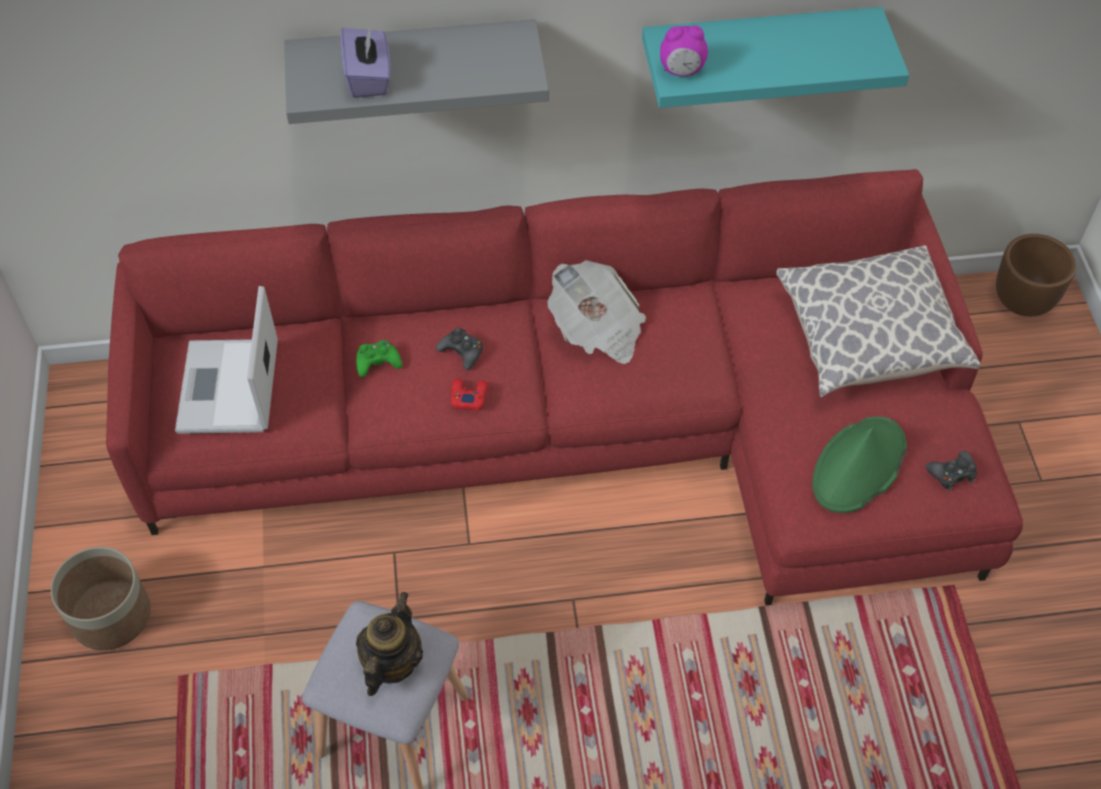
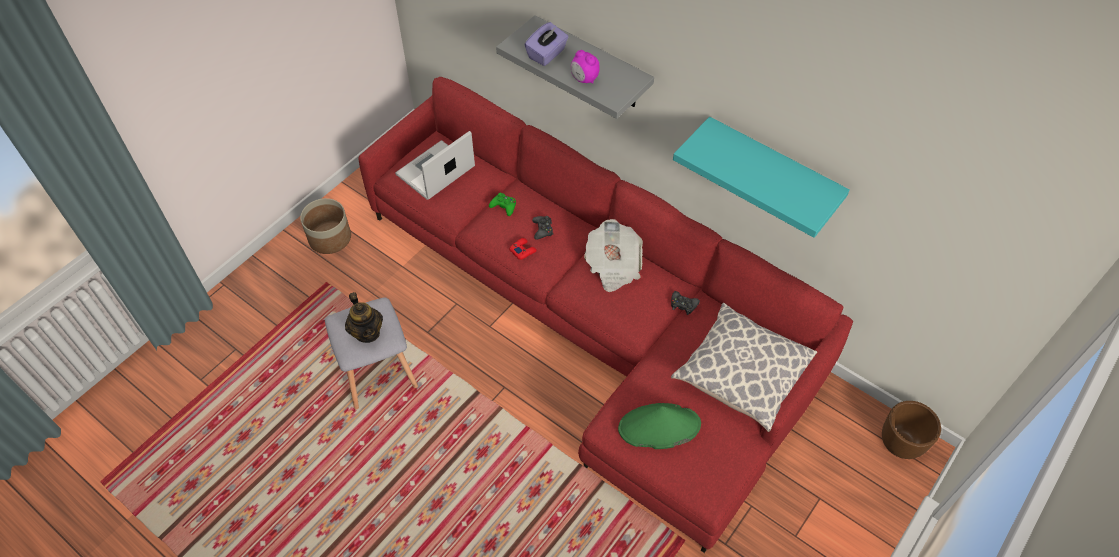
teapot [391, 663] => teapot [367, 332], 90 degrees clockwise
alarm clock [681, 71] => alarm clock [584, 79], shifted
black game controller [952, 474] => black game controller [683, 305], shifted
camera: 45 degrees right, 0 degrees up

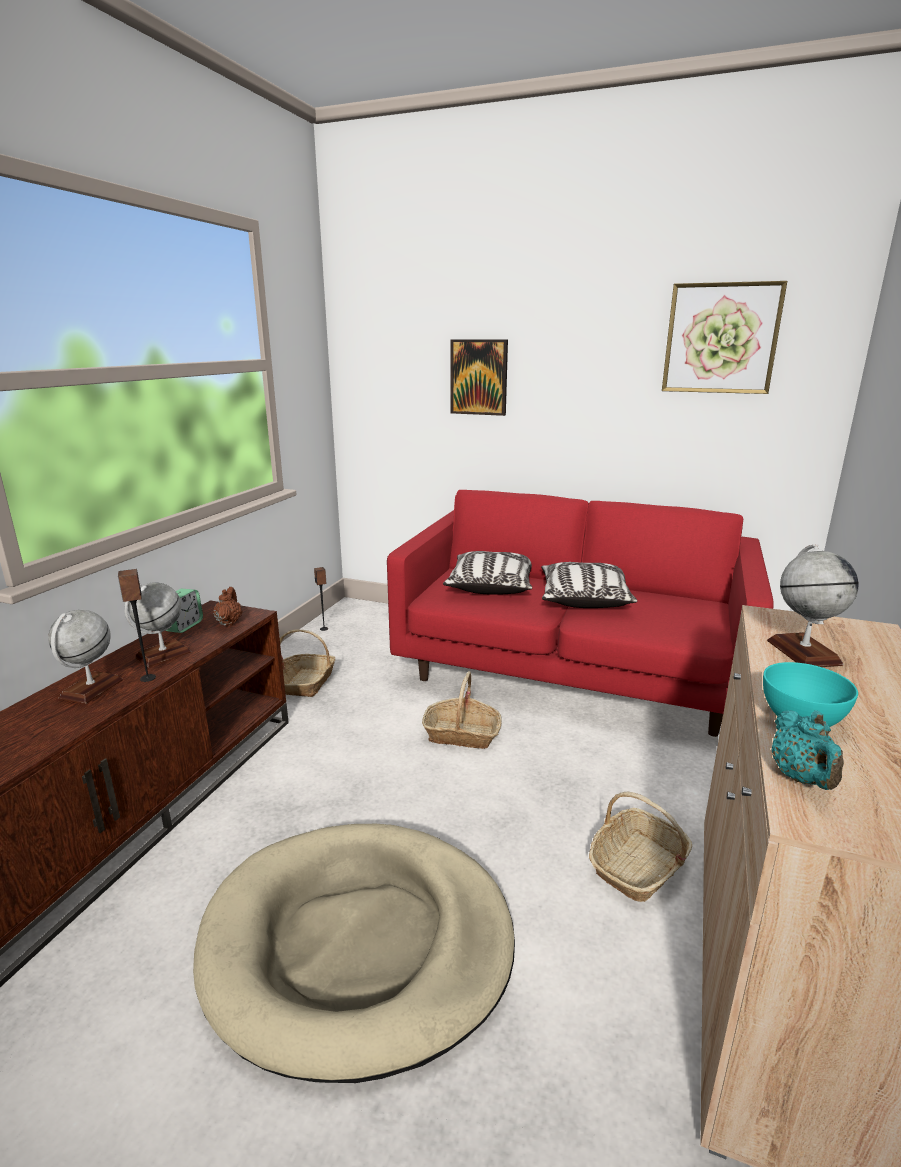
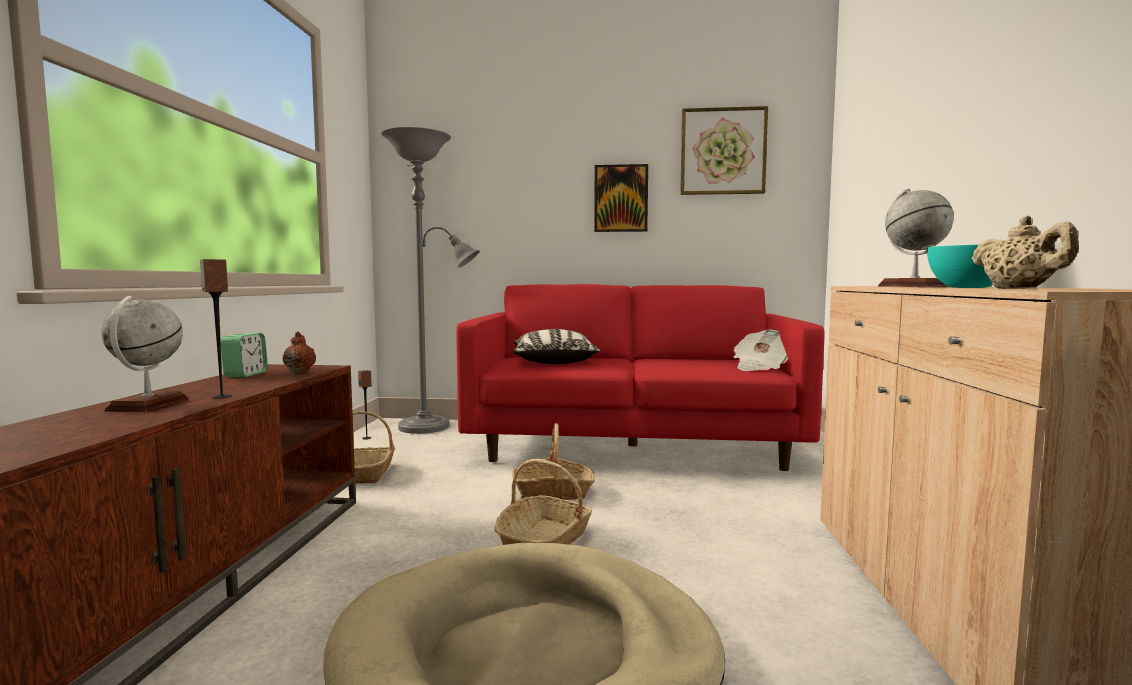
nothing => grey floor lamp [431, 427]
basket [638, 866] => basket [544, 540], shifted
picture [479, 377] => picture [621, 198], shifted
nothing => newspaper [761, 367]
turquoise teapot [801, 778] => beige teapot [1020, 289]
globe [163, 654] => nothing
pillow [583, 599] => nothing
camera: 15 degrees left, 15 degrees down

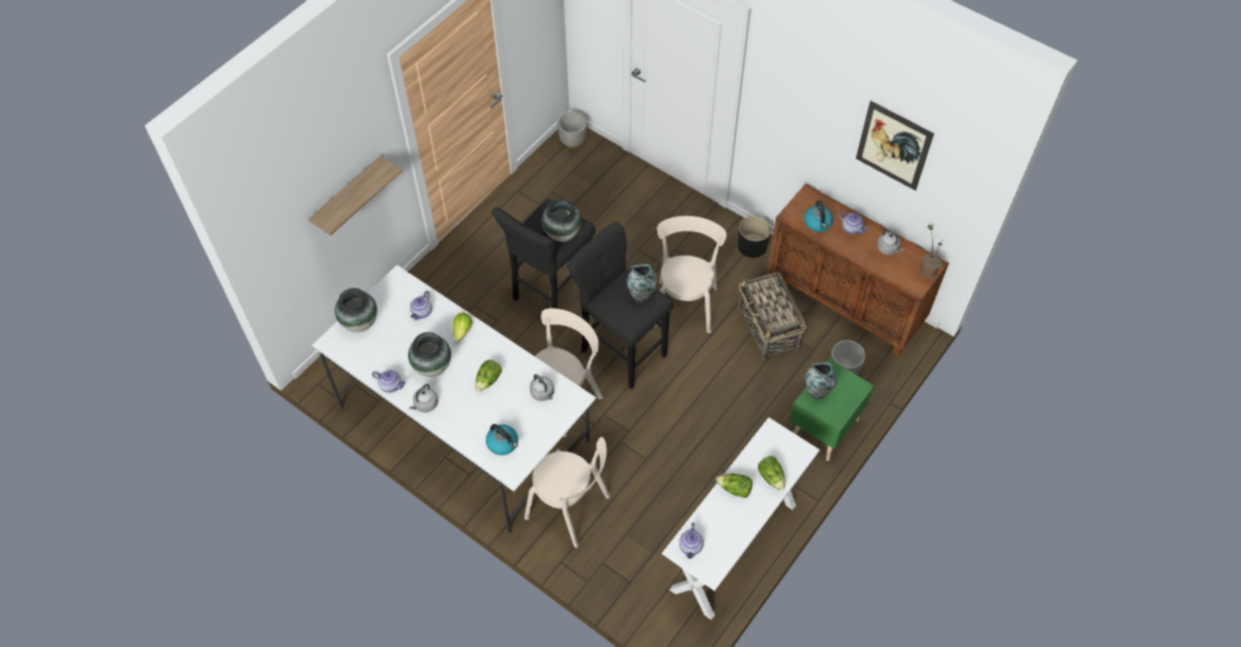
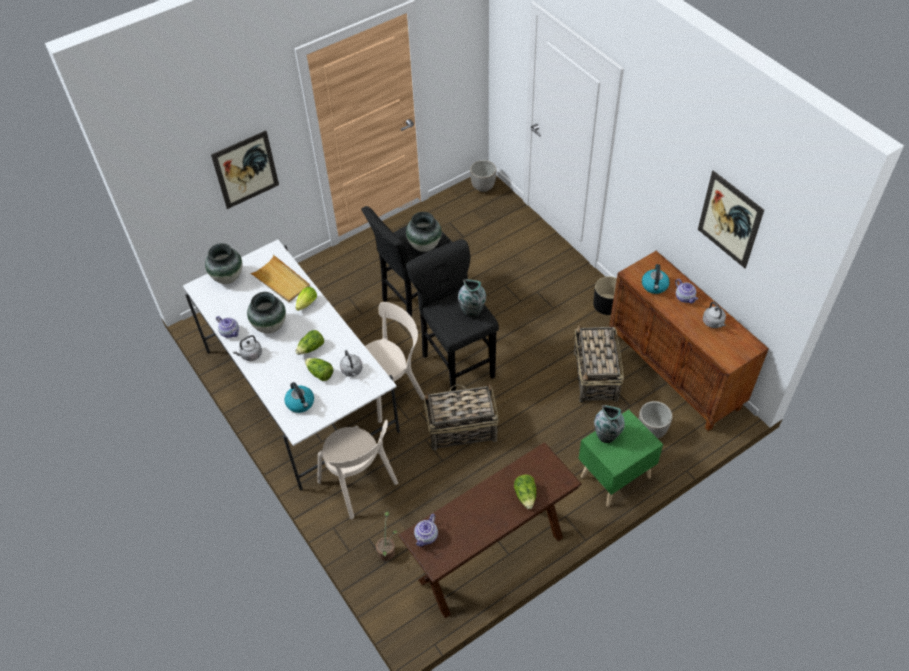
shelf [348, 197] => picture [245, 170]
teapot [422, 312] => beige tray [281, 281]
lettuce [735, 489] => lettuce [320, 373], shifted
potted plant [928, 268] => potted plant [387, 550], shifted
white console table [733, 547] => brown console table [490, 558]
nothing => basket [460, 429]
beige chair [685, 303] => nothing
camera: 20 degrees right, 5 degrees down

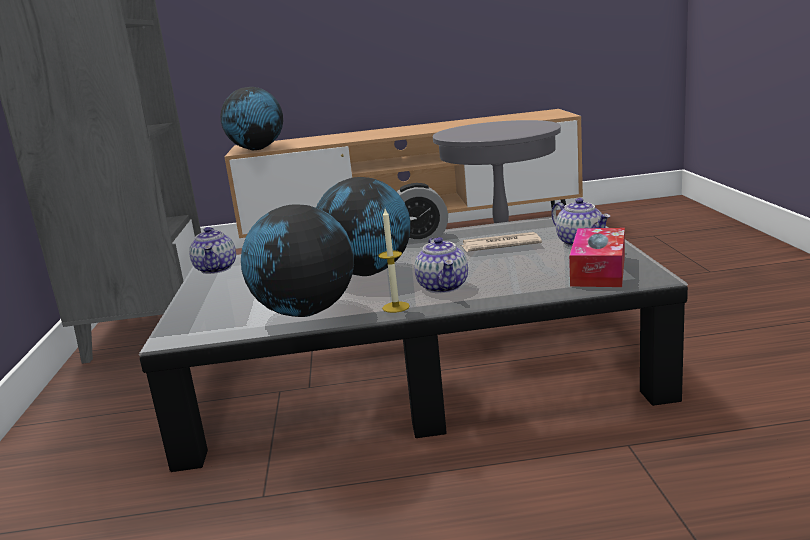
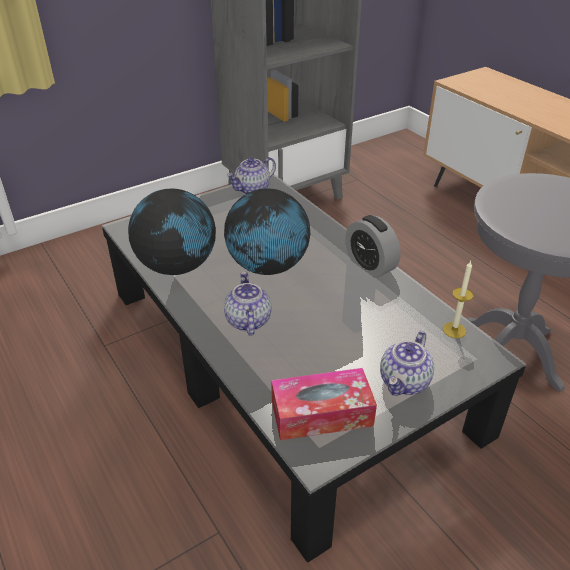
teapot [443, 287] => teapot [247, 320], 120 degrees clockwise
candle [396, 307] => candle [454, 330], shifted
globe [257, 149] => nothing
newspaper [499, 246] => nothing
camera: 60 degrees right, 20 degrees up

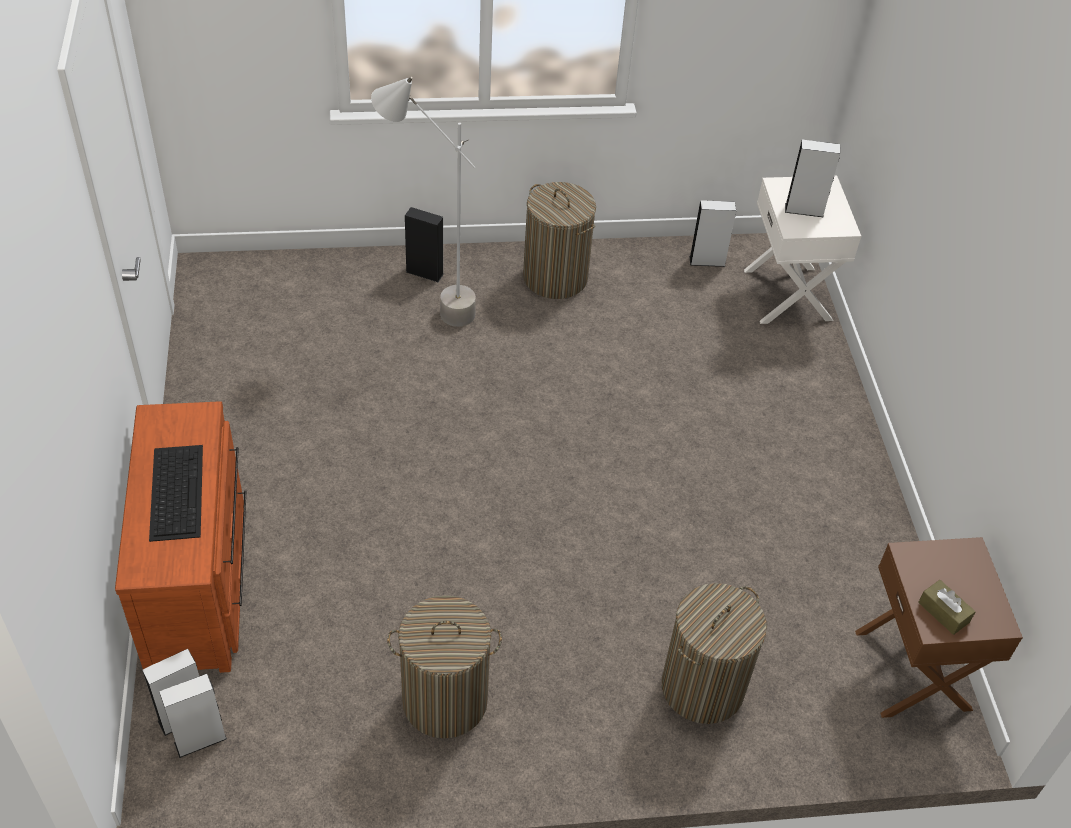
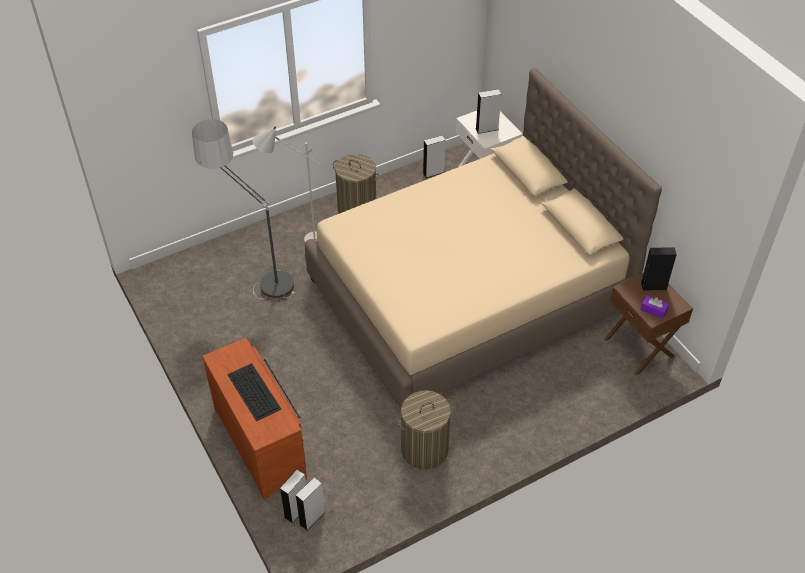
nothing => floor lamp [254, 276]
nothing => beige bed [469, 294]
brown tissue box [943, 612] => purple tissue box [653, 310]
black speaker [424, 272] => black speaker [653, 286], shifted
laundry basket [702, 687] => nothing
camera: 20 degrees left, 0 degrees up

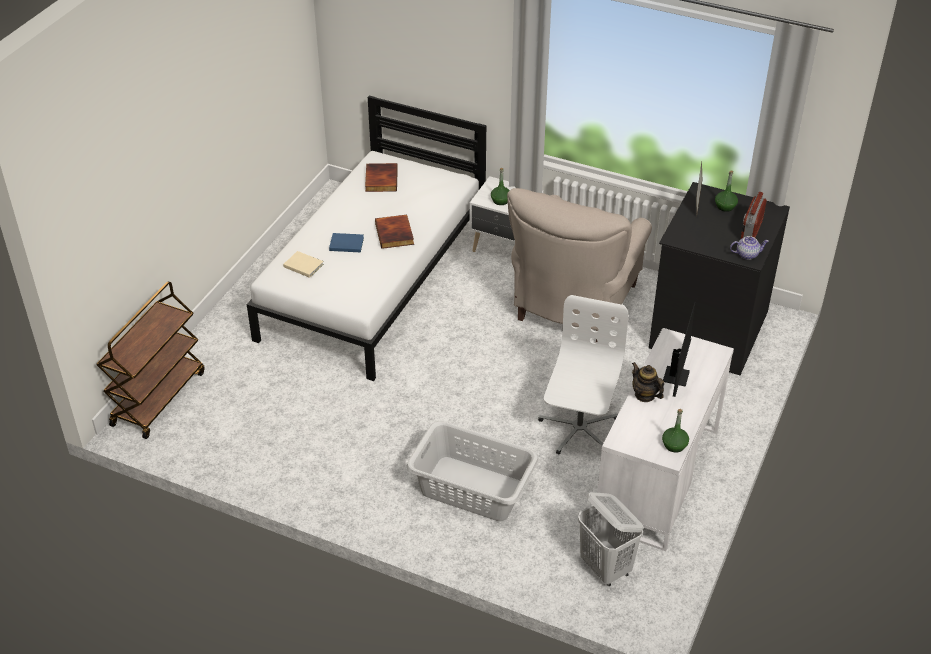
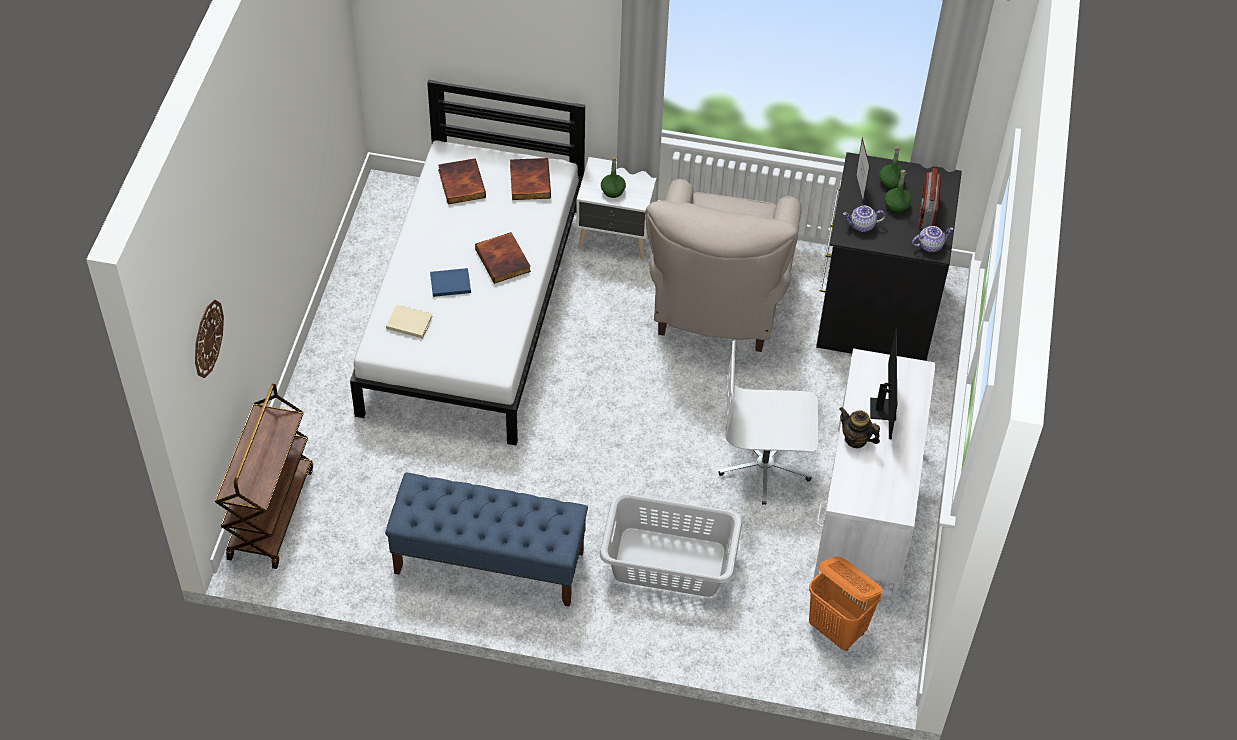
nothing => wall clock [207, 338]
nothing => blue bench [488, 562]
nothing => book [529, 181]
white office chair [578, 429] => white office chair [765, 466], 90 degrees counterclockwise
white laundry basket [606, 568] => orange laundry basket [837, 630]
nothing => teapot [862, 226]
green bottle [674, 445] => green bottle [896, 206], shifted
camera: 15 degrees left, 10 degrees up

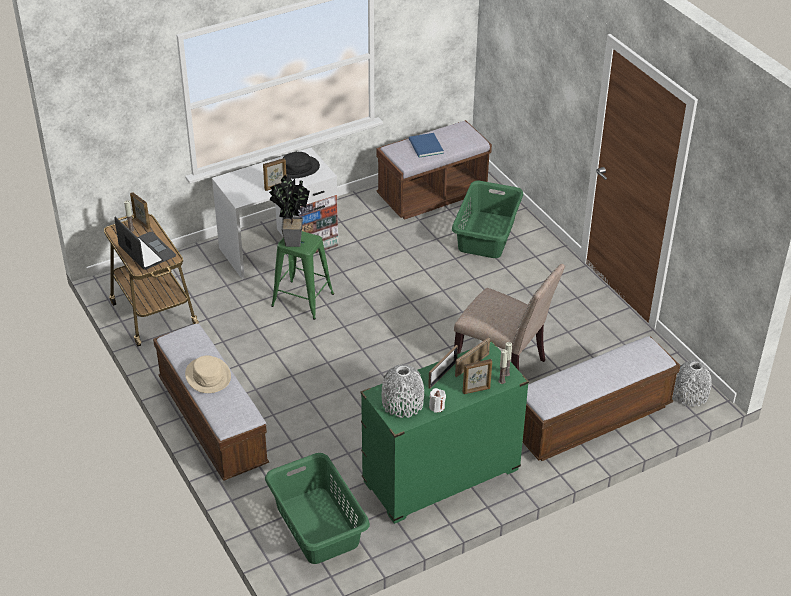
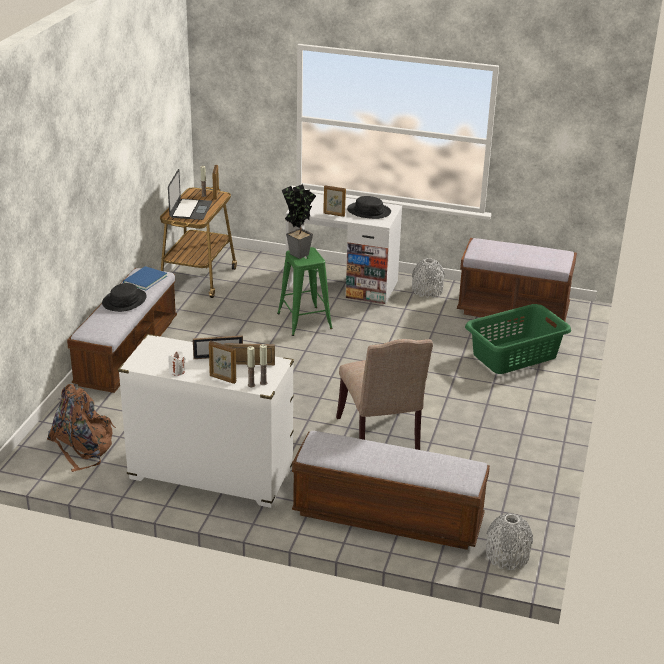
green laundry basket [317, 526] => brown backpack [83, 447]
beige hat [208, 376] => black hat [124, 301]
green dresser [441, 477] => white dresser [210, 475]
blue book [425, 147] => blue book [143, 279], shifted
grey vase [402, 403] => grey vase [427, 291], shifted
camera: 45 degrees right, 10 degrees down

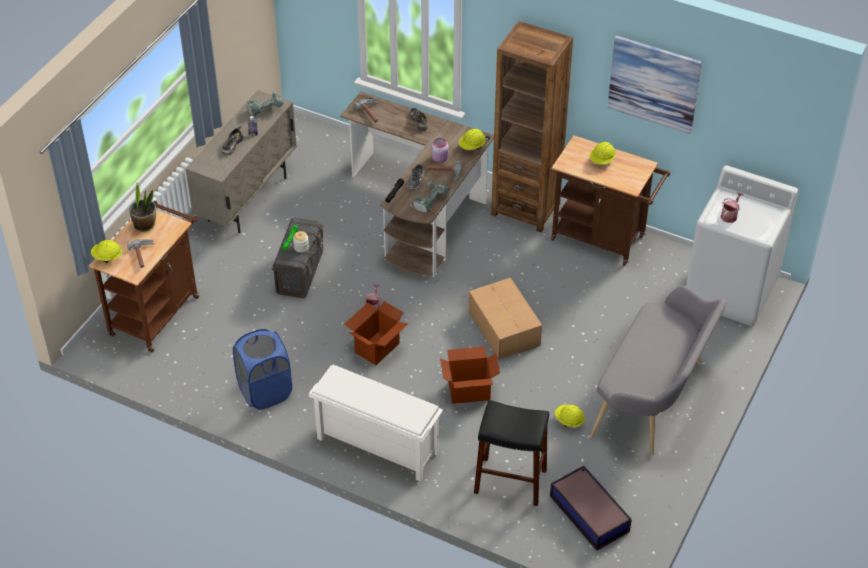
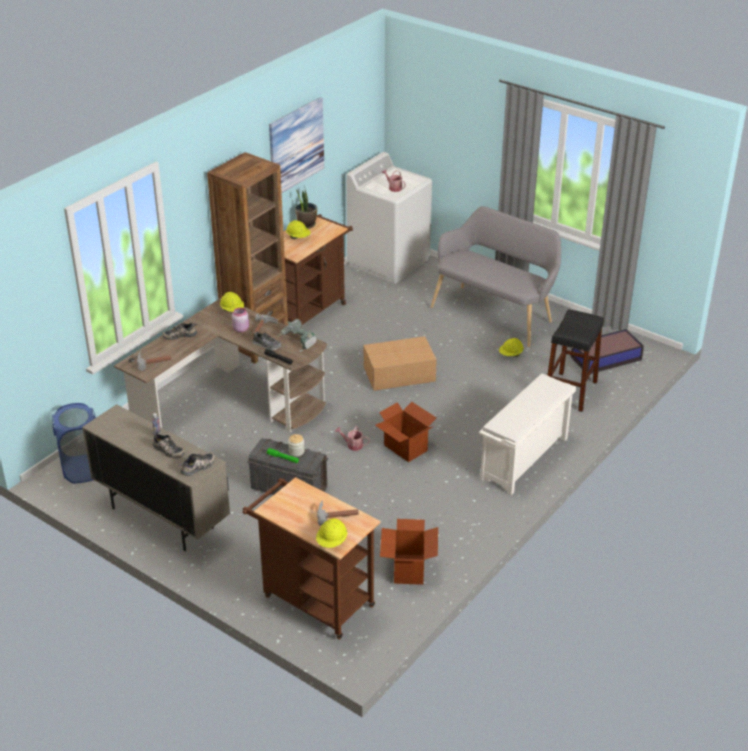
blue laundry basket [265, 392] => blue laundry basket [82, 469], shifted
nothing => shoe [198, 467]
potted plant [145, 225] => potted plant [306, 224], shifted
cardboard box [469, 390] => cardboard box [408, 569], shifted
power drill [265, 108] => nothing
camera: 80 degrees left, 10 degrees down

